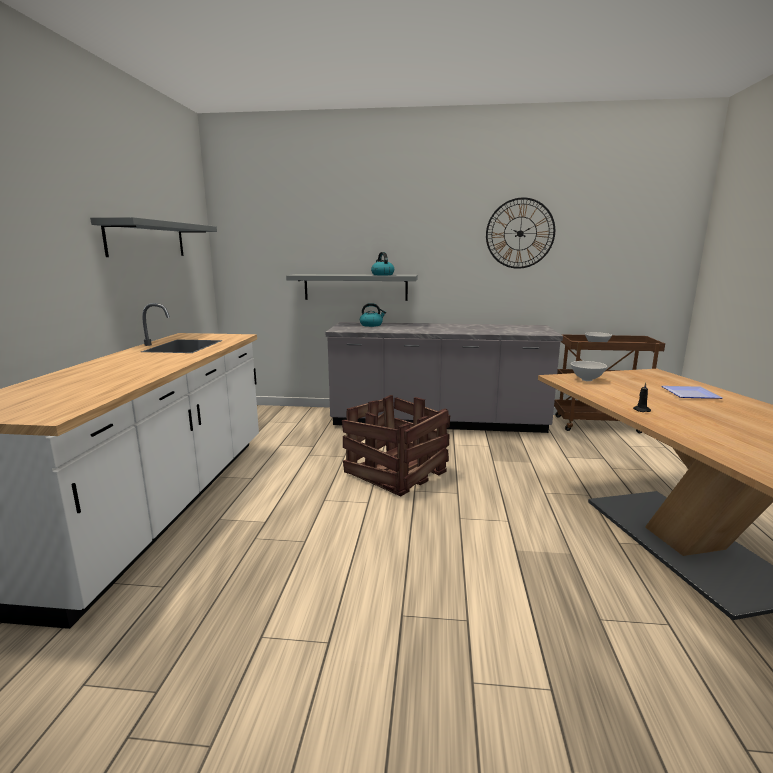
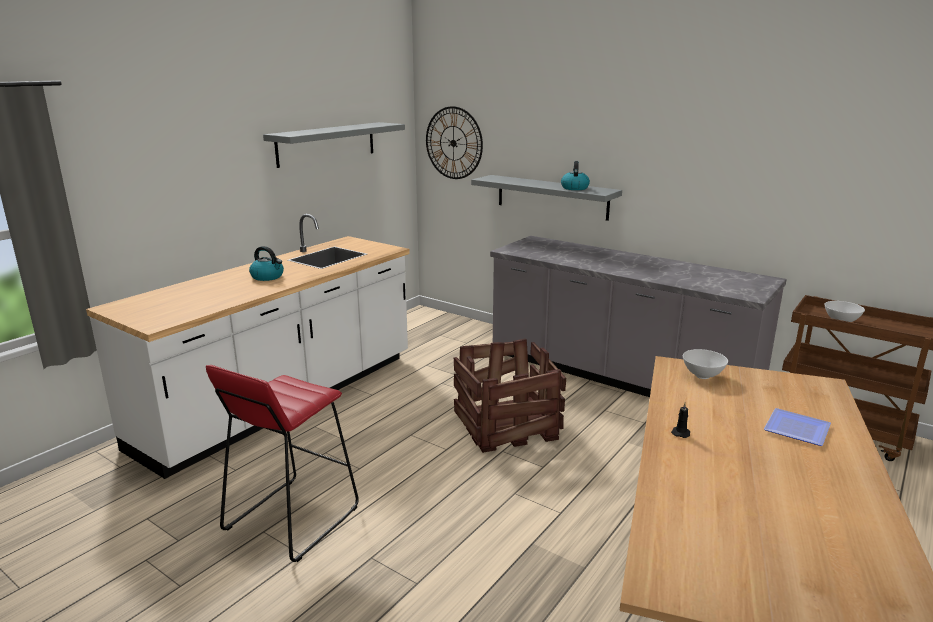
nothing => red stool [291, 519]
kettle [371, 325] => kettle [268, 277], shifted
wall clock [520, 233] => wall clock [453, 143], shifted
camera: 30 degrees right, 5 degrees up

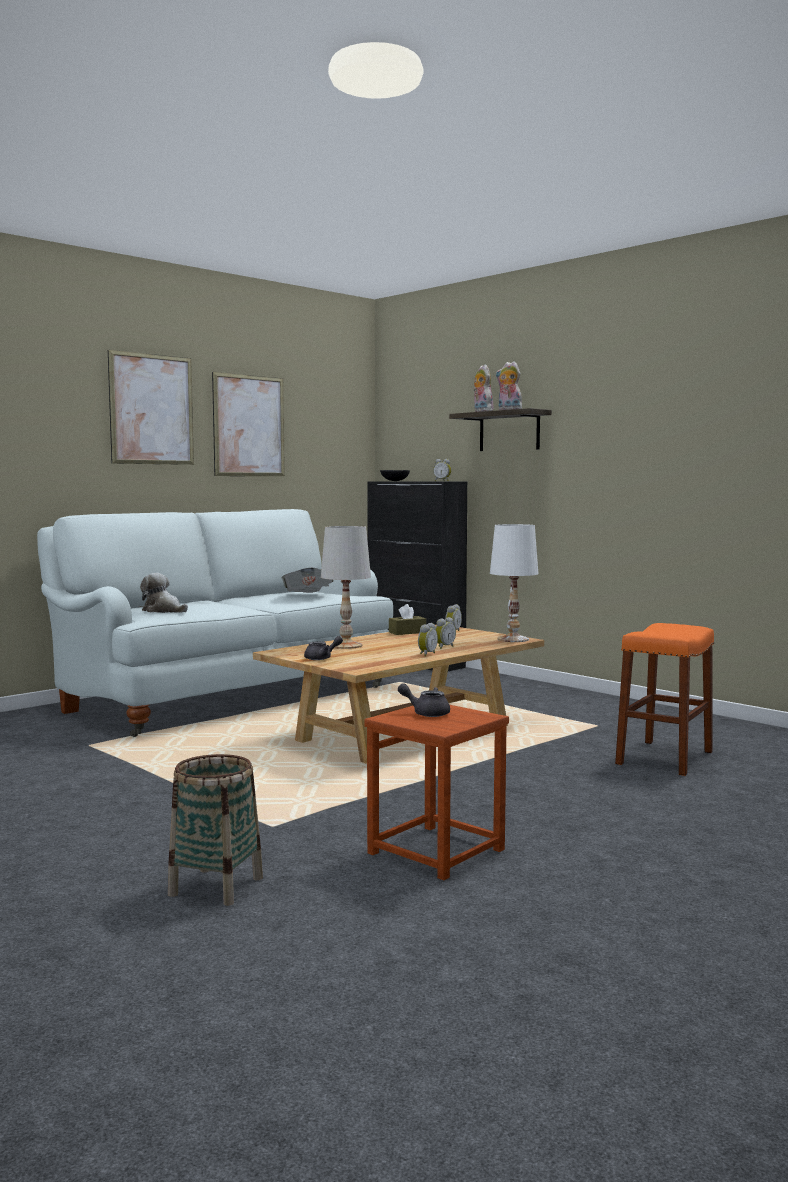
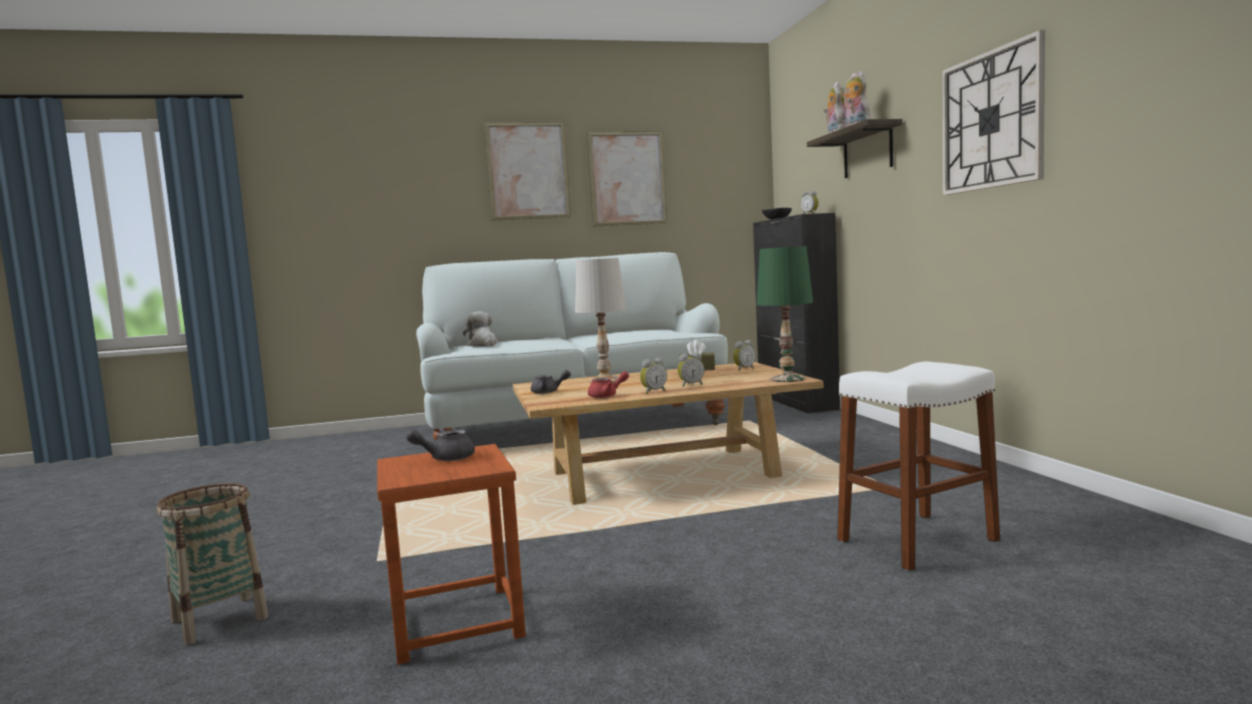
grey teapot [426, 713] => grey teapot [446, 458], 75 degrees counterclockwise
nothing => red teapot [607, 396]
white table lamp [513, 639] => green table lamp [787, 379]
orange stool [664, 758] => white stool [917, 540]
nothing => wall clock [991, 120]
newspaper [307, 595] => nothing
camera: 30 degrees right, 0 degrees up

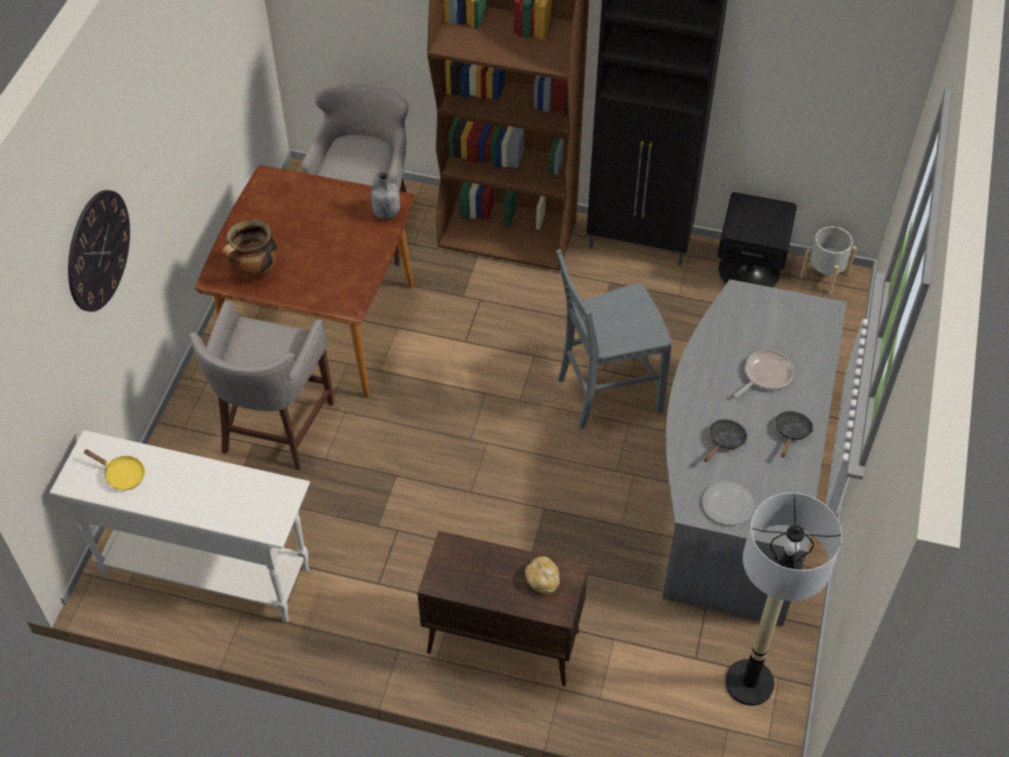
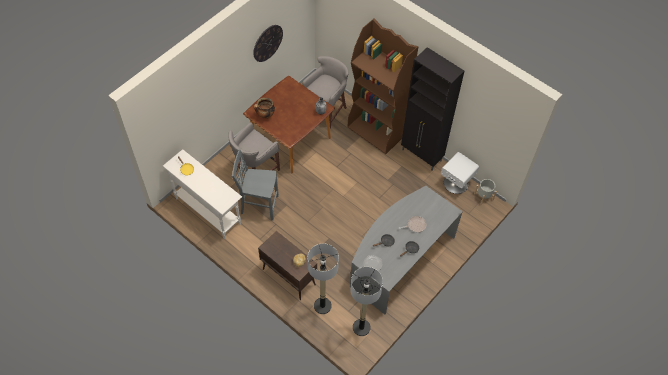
grey chair [606, 394] => grey chair [258, 205], shifted
wall clock [98, 250] => wall clock [267, 43], shifted
nothing => floor lamp [322, 306]
black nightstand [749, 270] => white nightstand [456, 183]
camera: 25 degrees right, 5 degrees up

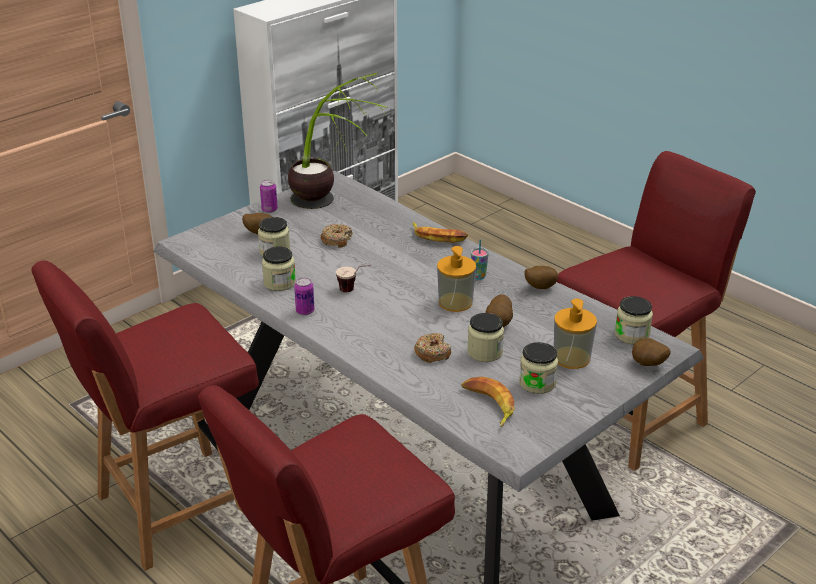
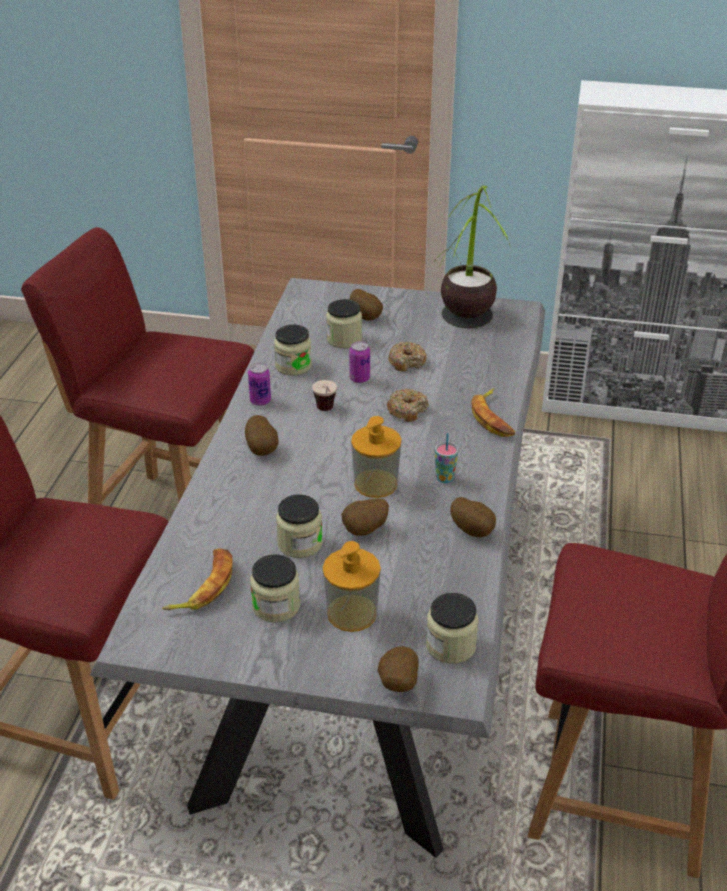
nothing => potato [262, 450]
can [269, 209] => can [359, 378], shifted
donut [432, 353] => donut [407, 410], shifted
camera: 55 degrees right, 5 degrees up

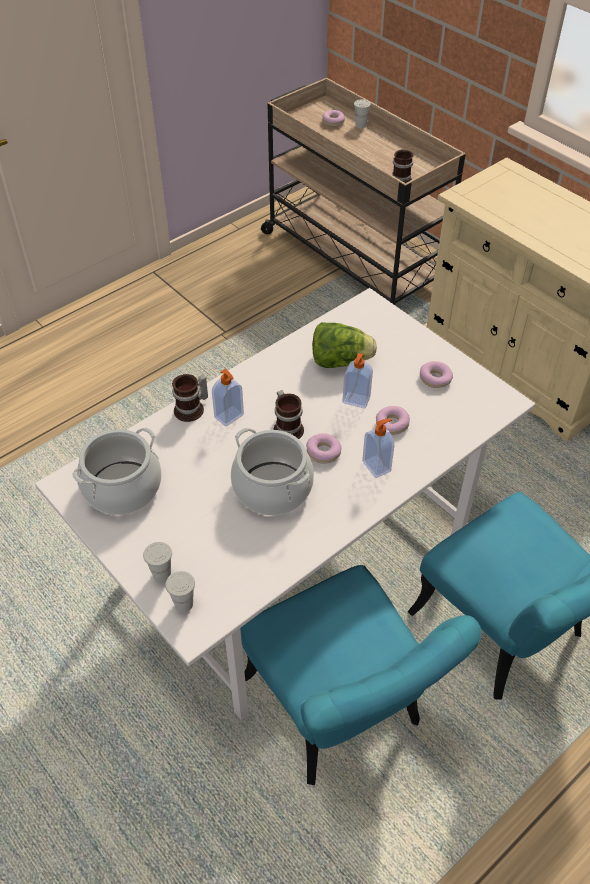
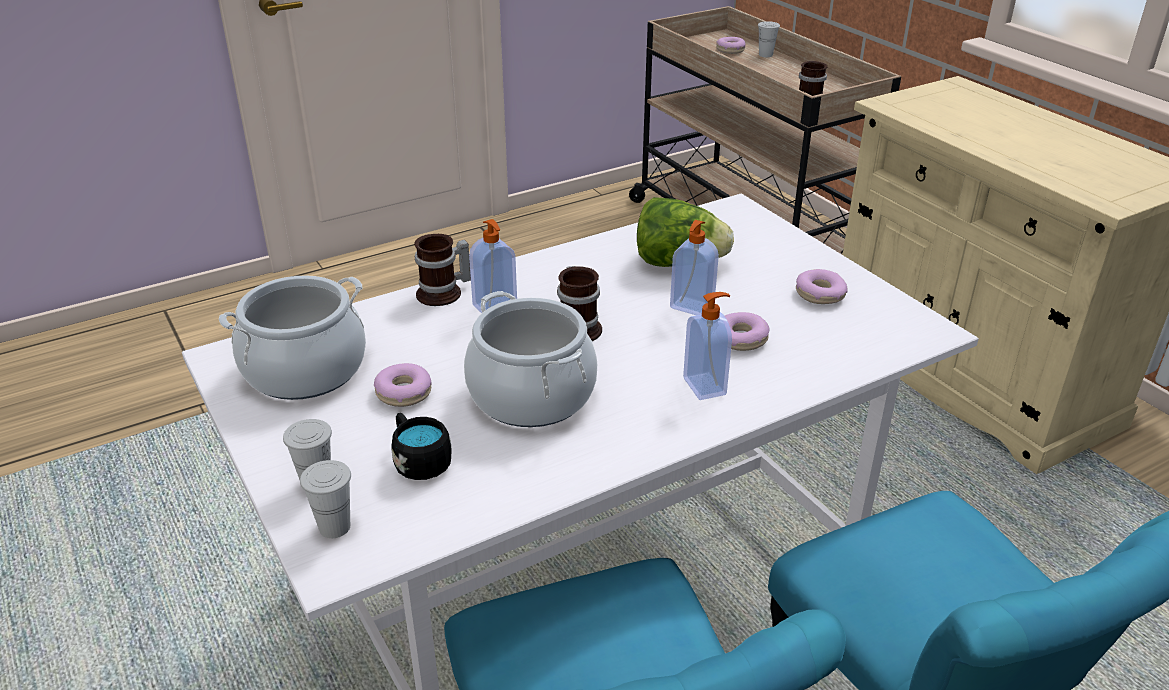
donut [323, 452] => donut [403, 392], shifted
nothing => black mug [419, 461]
camera: 10 degrees right, 15 degrees down

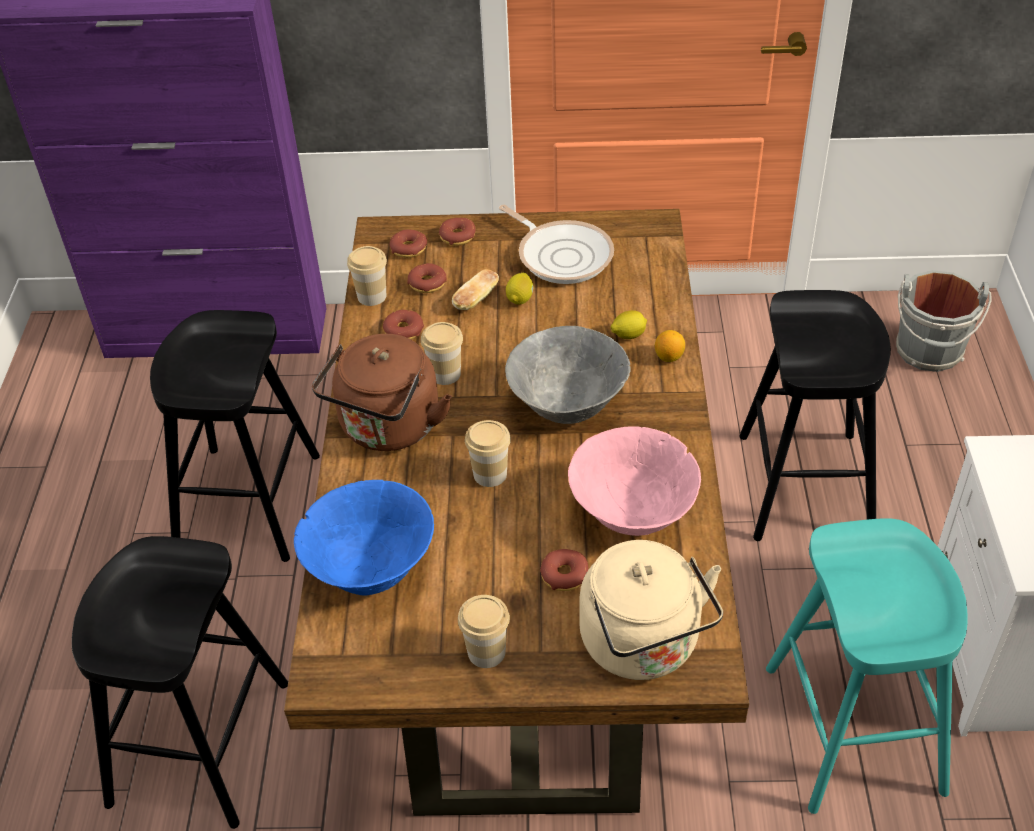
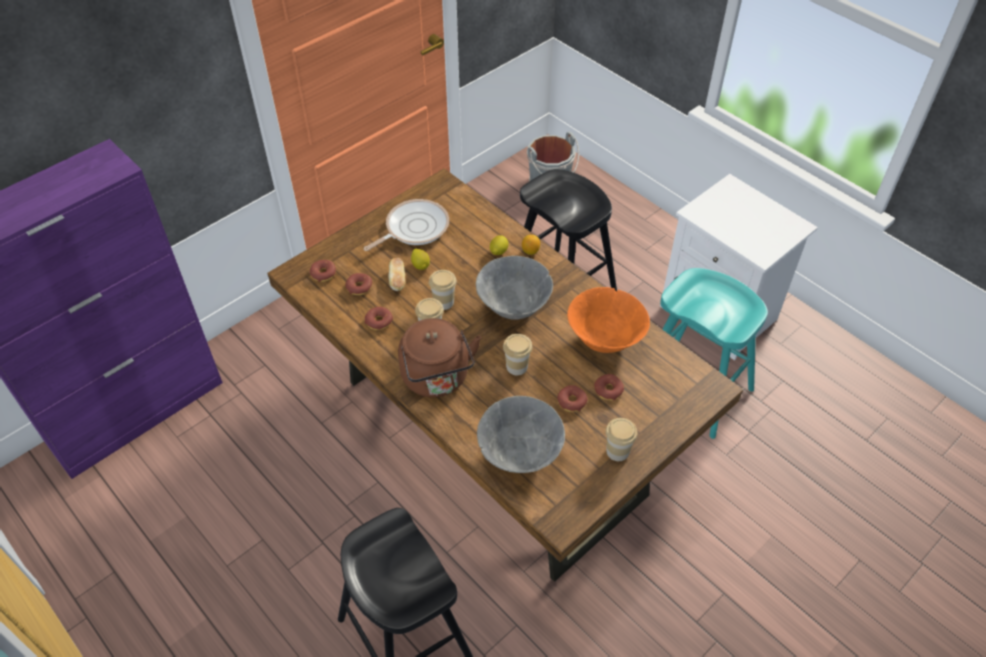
frying pan [562, 255] => frying pan [413, 228], 45 degrees counterclockwise
cup [372, 296] => cup [443, 302], shifted
blue bowl [371, 572] => grey bowl [519, 456]
donut [457, 237] => donut [572, 402], shifted
pink bowl [632, 515] => orange bowl [604, 340]
black stool [248, 503] => nothing
beige kettle [644, 646] => nothing
camera: 45 degrees left, 5 degrees up

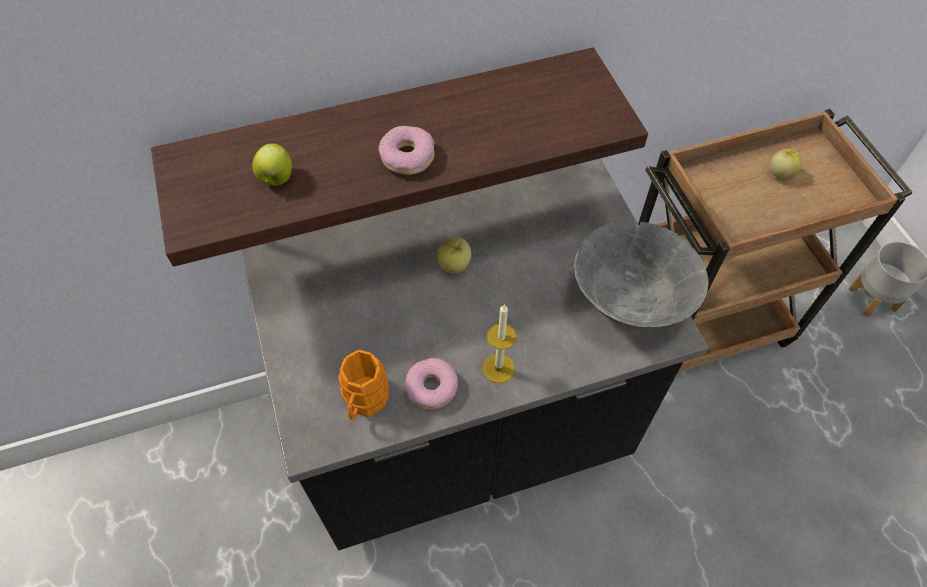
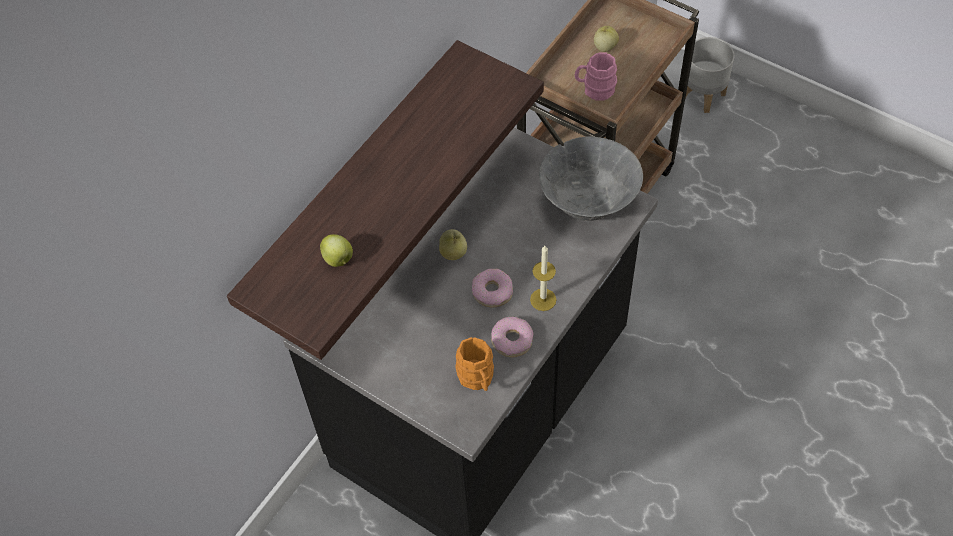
donut [407, 157] => donut [492, 291], shifted
nothing => pink mug [595, 89]
camera: 35 degrees left, 0 degrees up

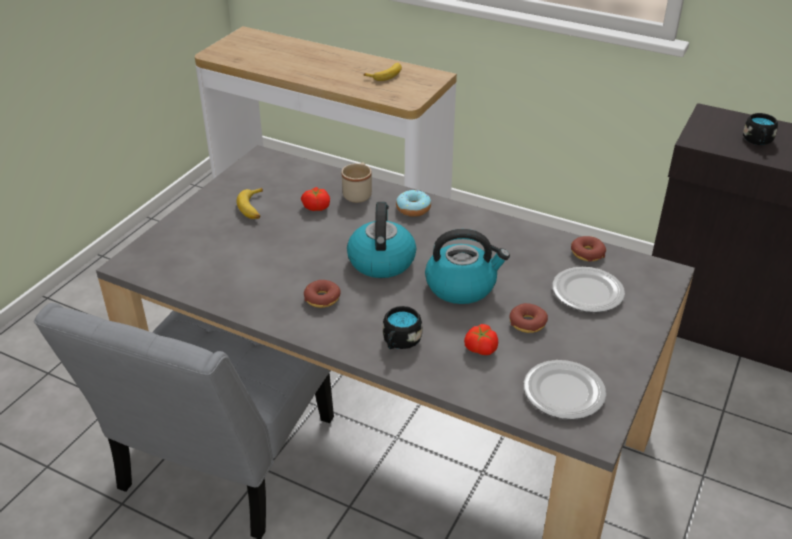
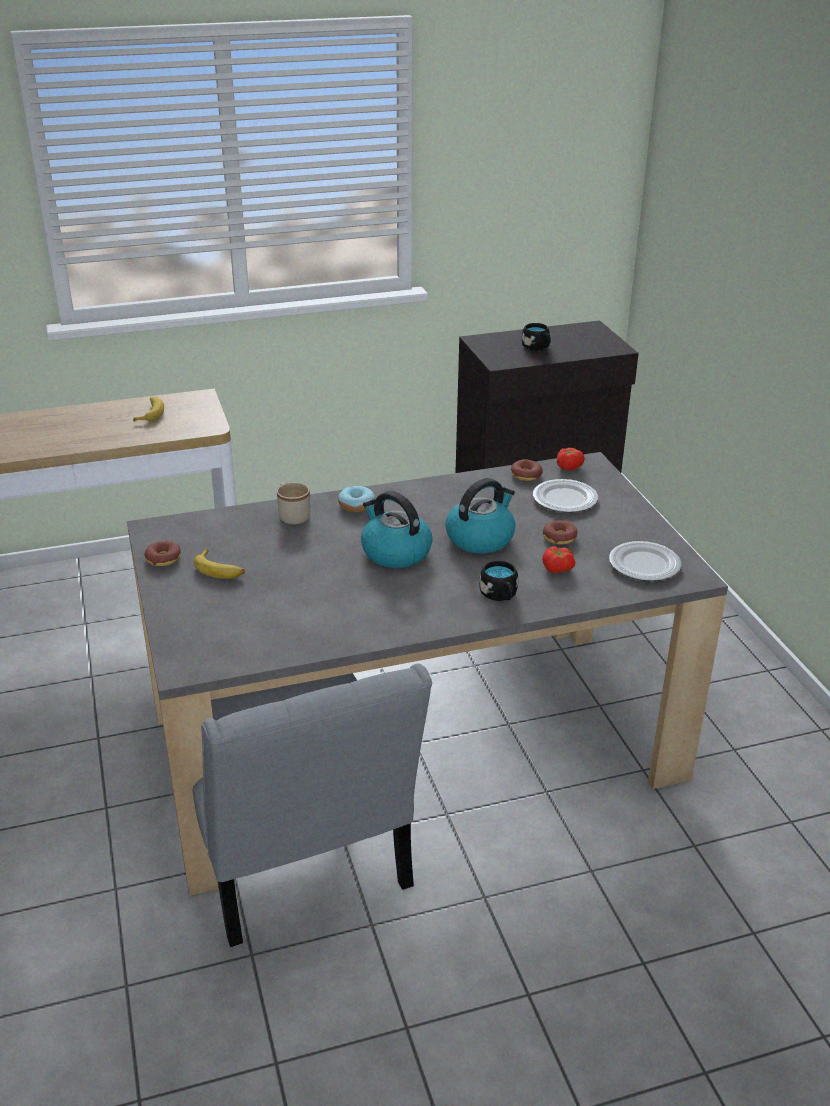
donut [322, 299] => donut [163, 559], shifted
tomato [317, 206] => tomato [568, 467], shifted
camera: 45 degrees left, 5 degrees down

